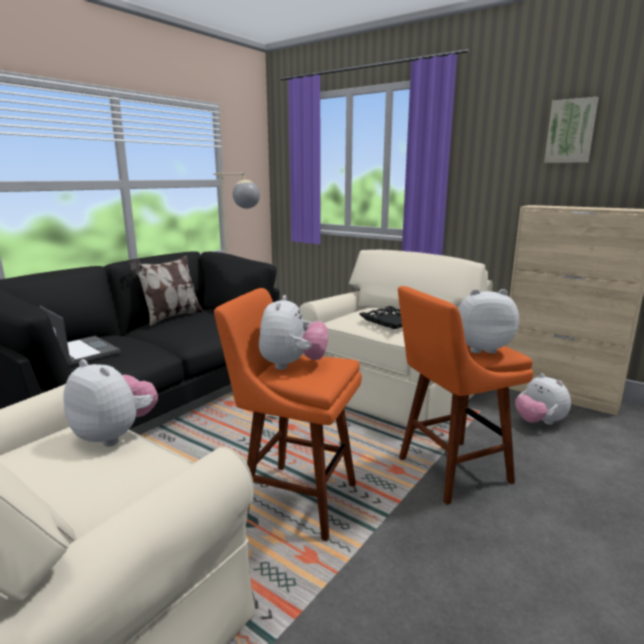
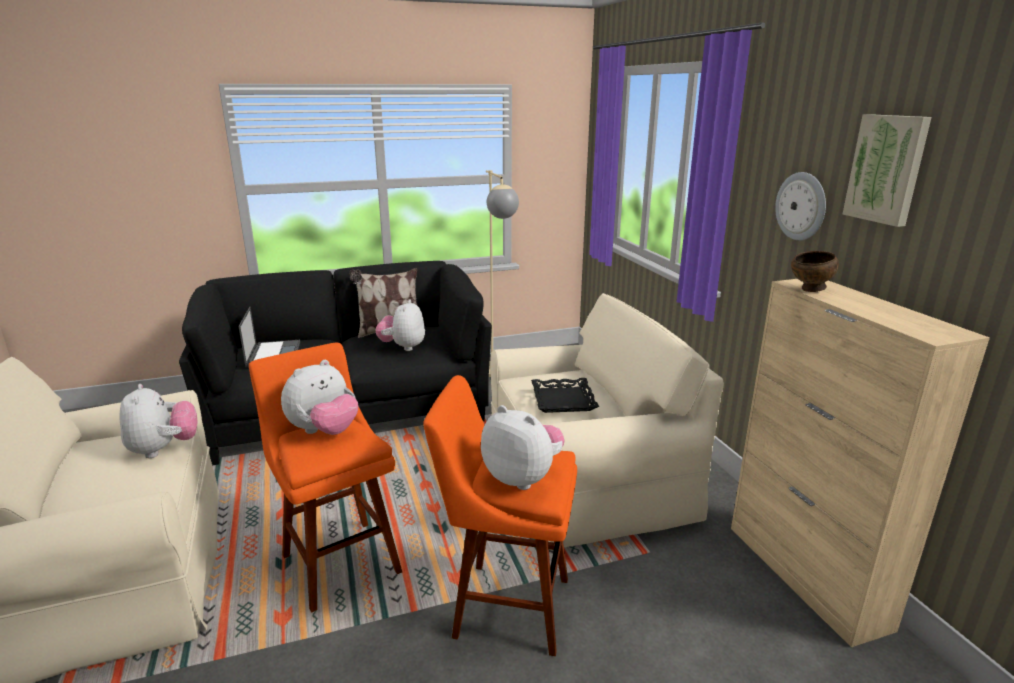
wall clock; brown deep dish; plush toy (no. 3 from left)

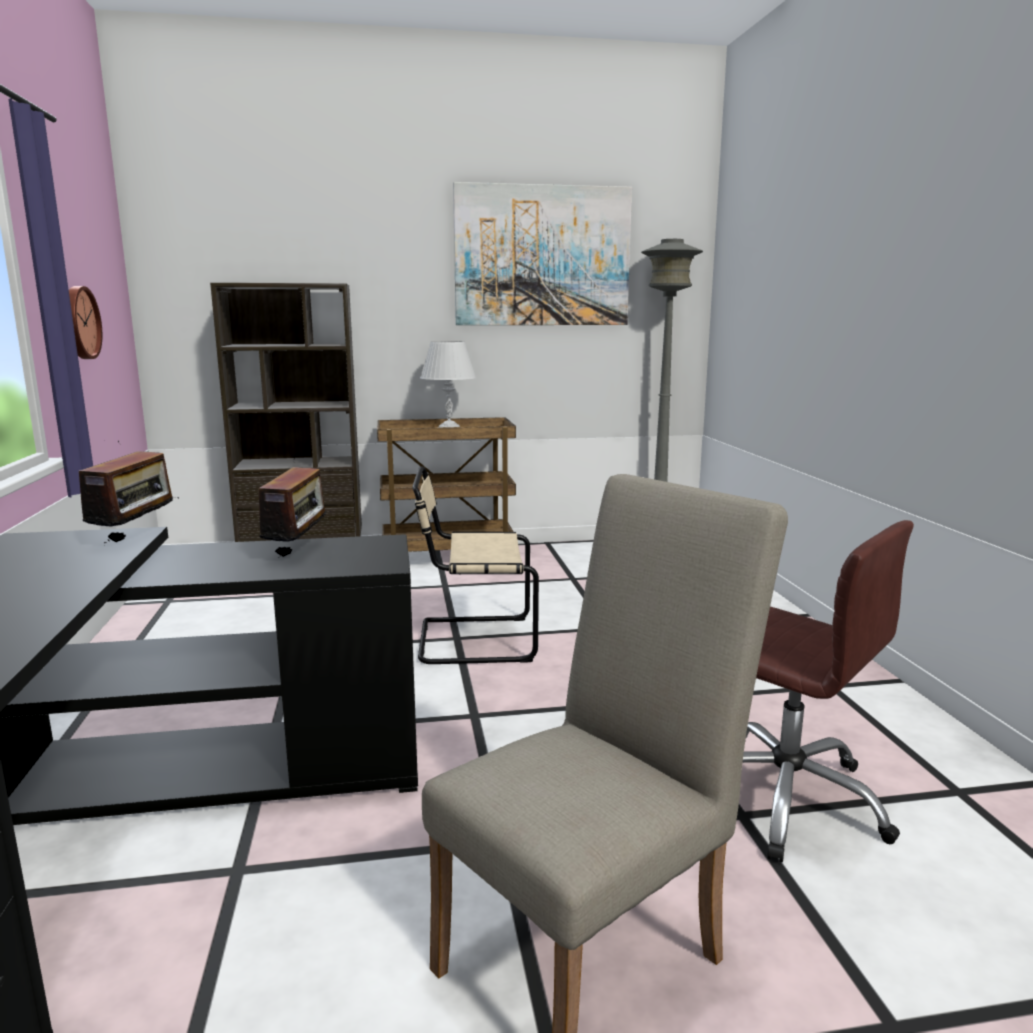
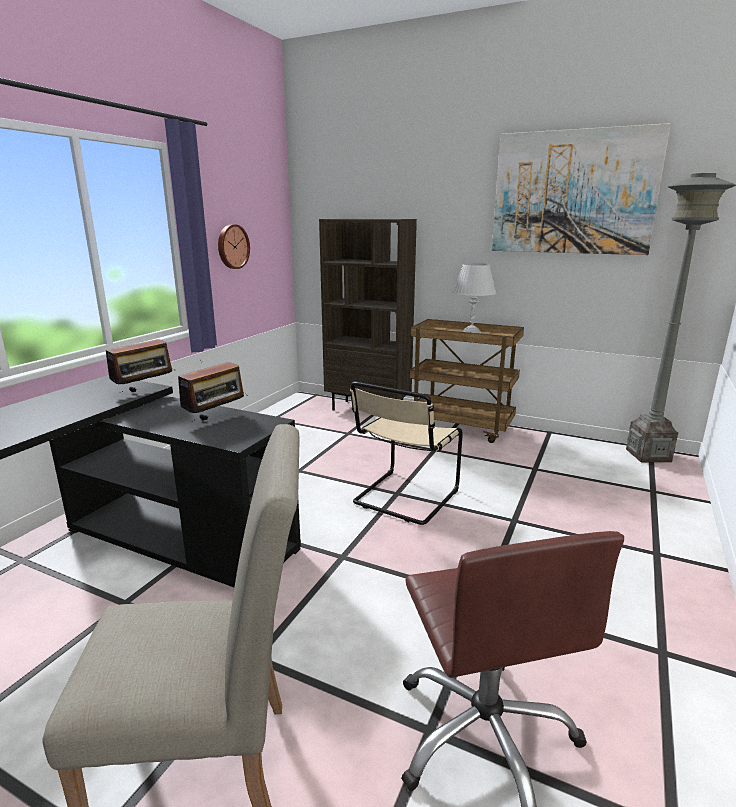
beige plain chair (no. 2 from left)

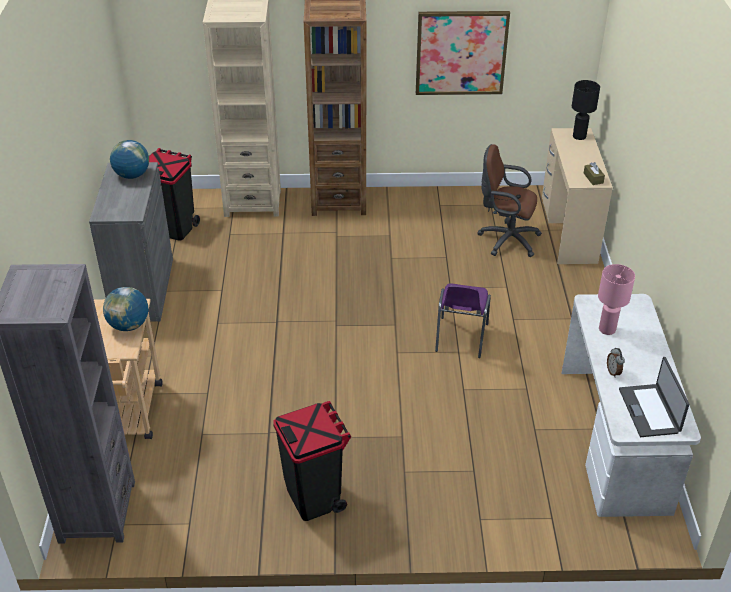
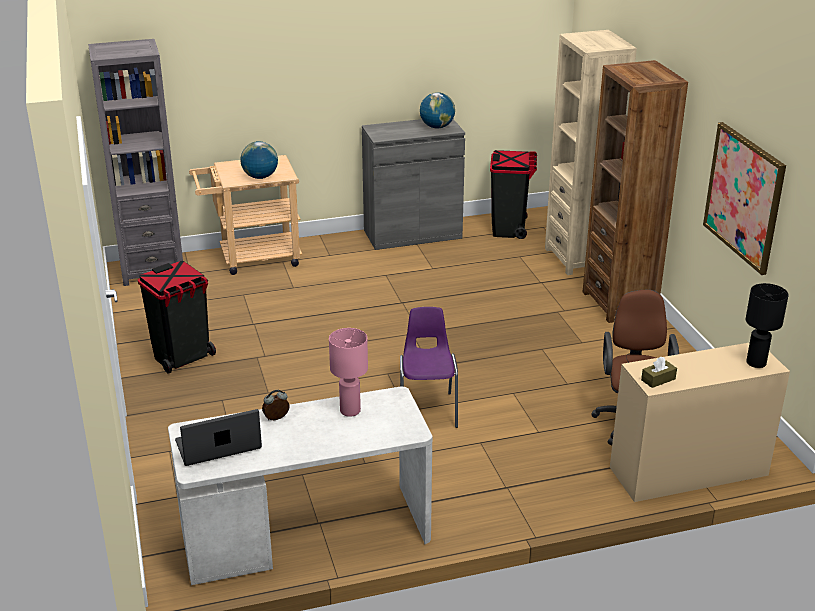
purplish plain chair

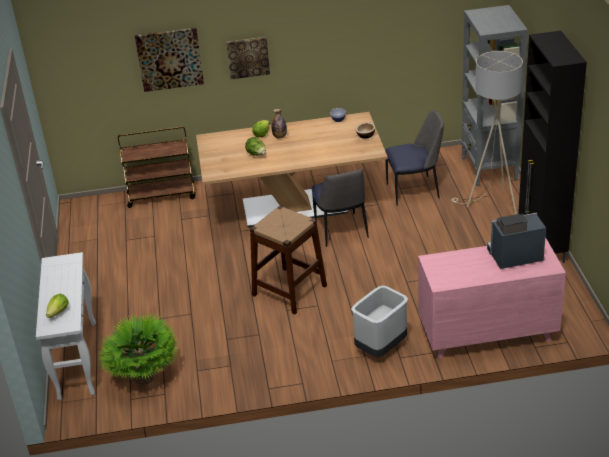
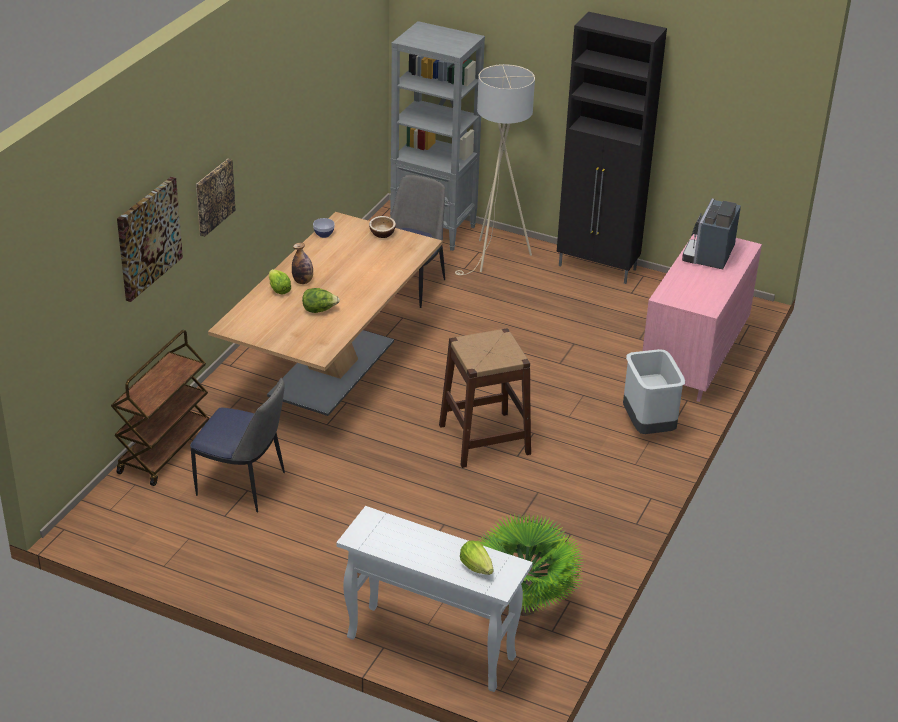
plain chair (no. 1 from left)

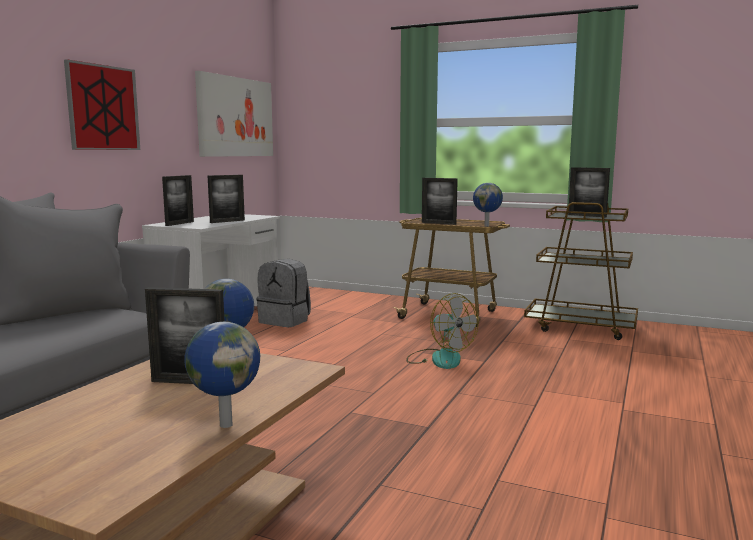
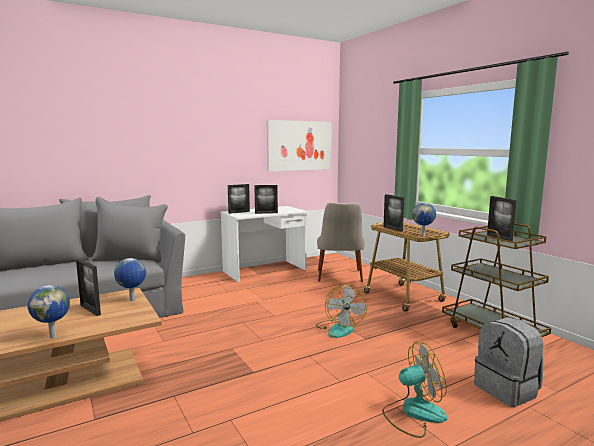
wall art (no. 1 from left in the first image); beige plain chair; fan (no. 2 from left); greyish rucksack

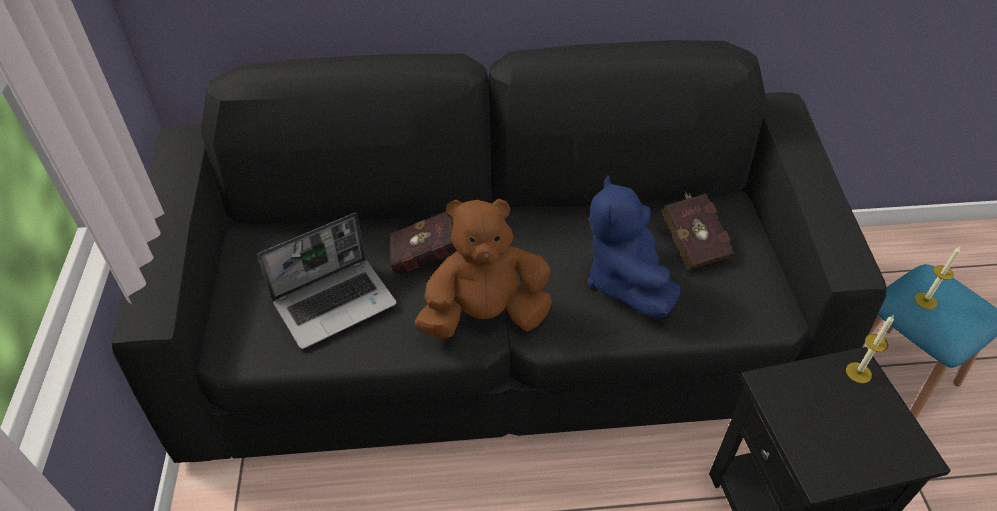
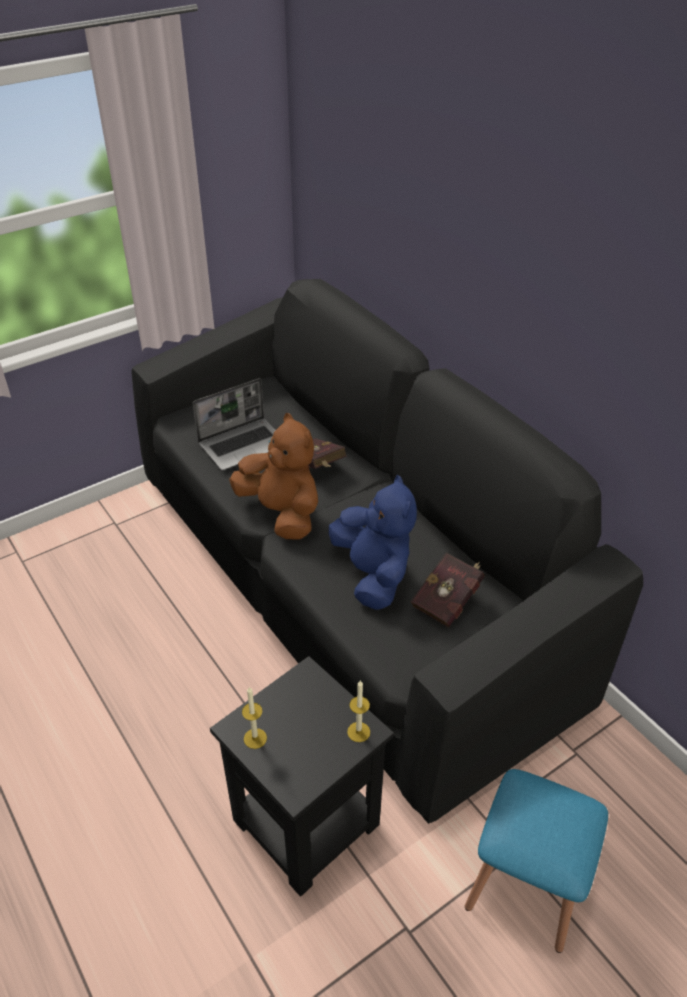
wax light (no. 1 from left); portable computer; bluish plush toy

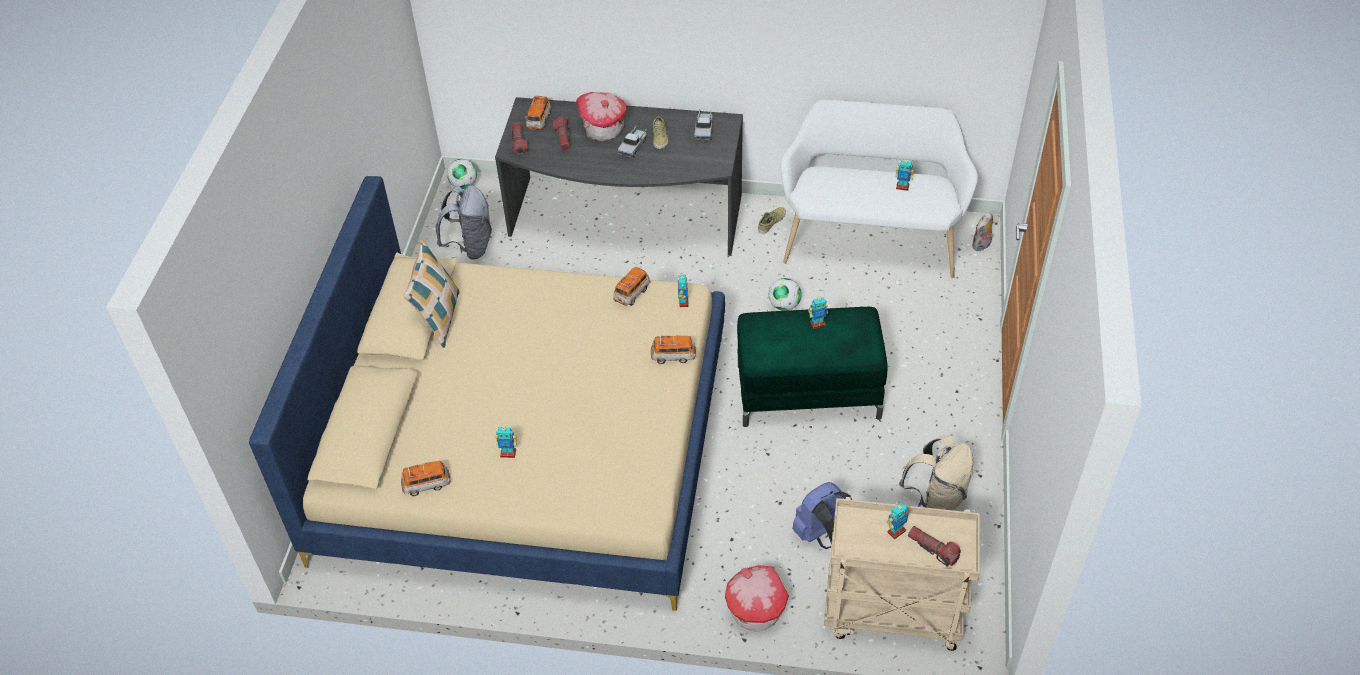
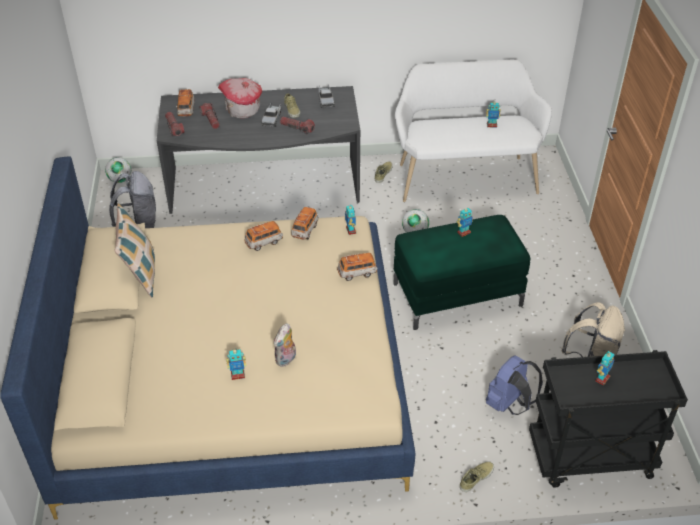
miniature car (no. 2 from left); torch (no. 3 from left); plush toy; beige low shoe (no. 3 from left); black cart

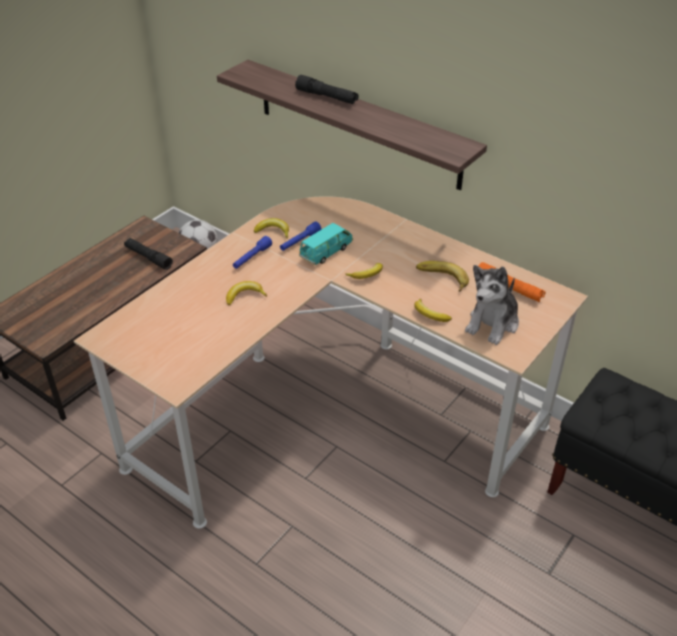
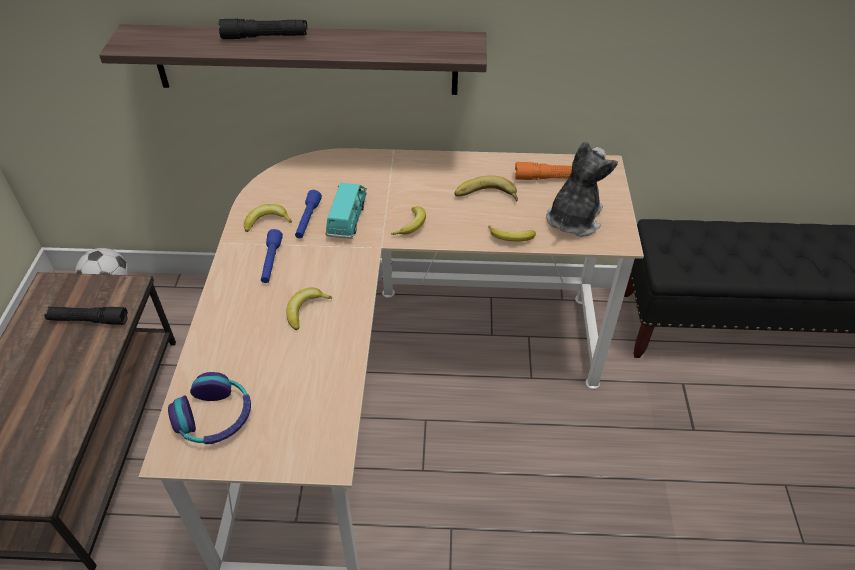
pair of headphones; plush toy

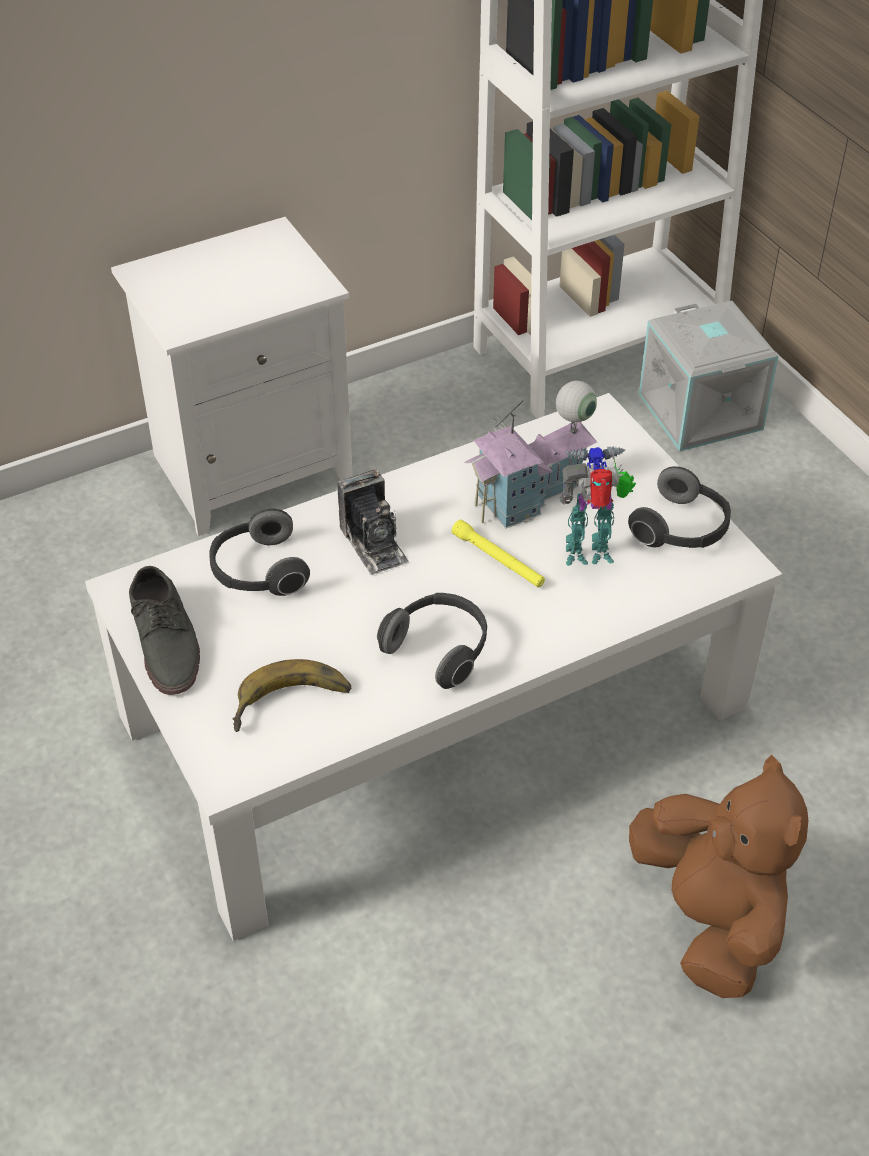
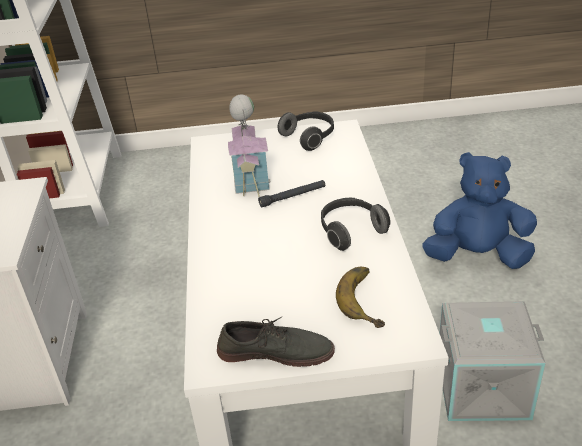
pair of headphones (no. 1 from left in the first image); still camera; robot figure; greyish storage container; black torch; bluish plush toy

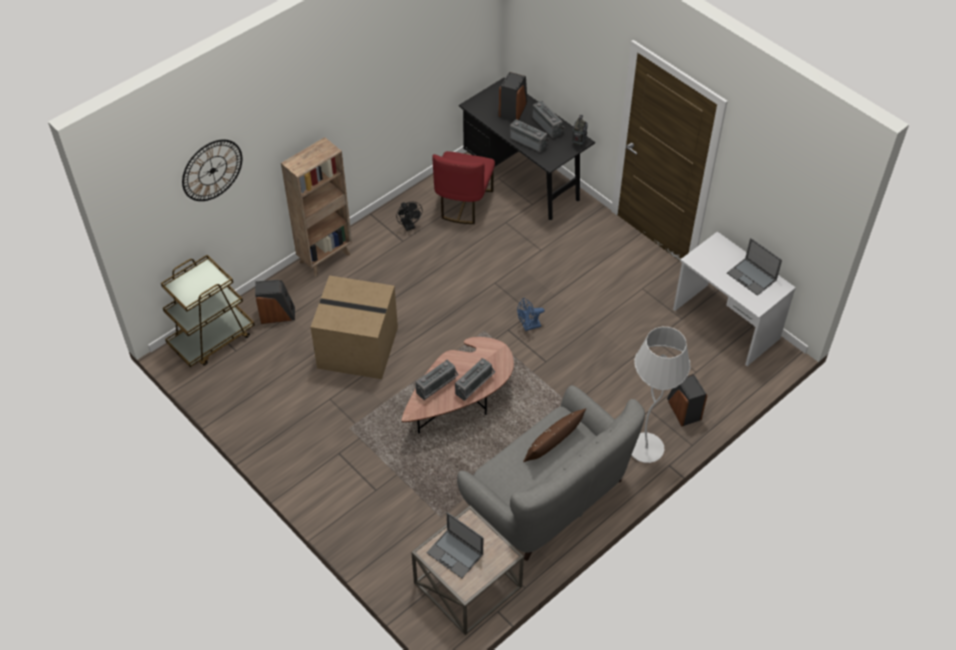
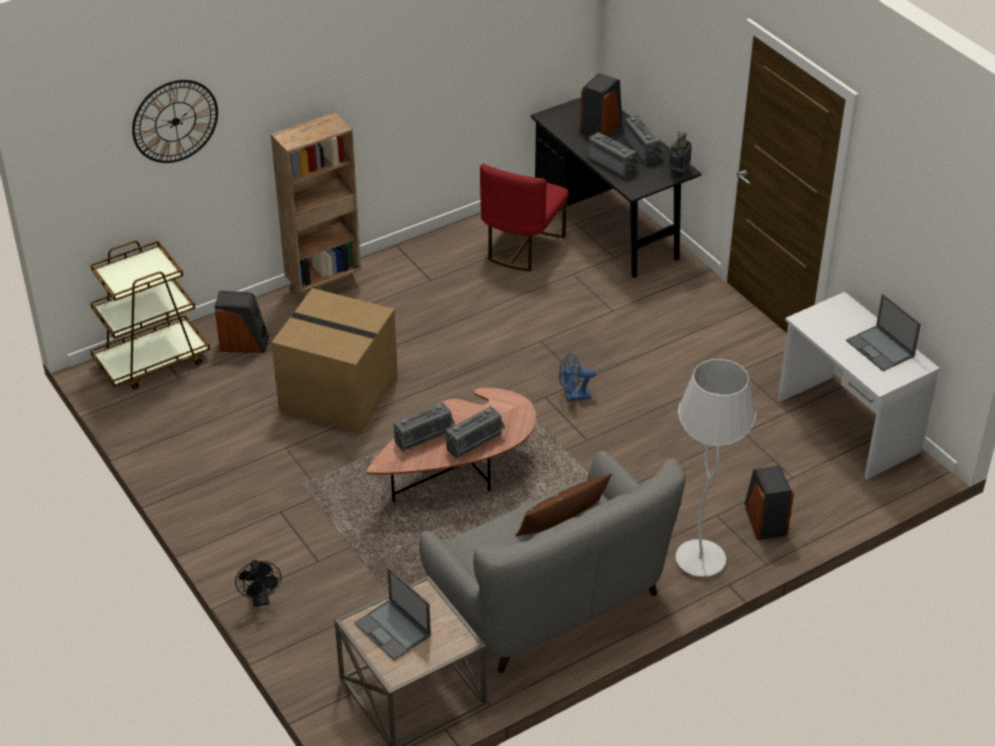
black fan

